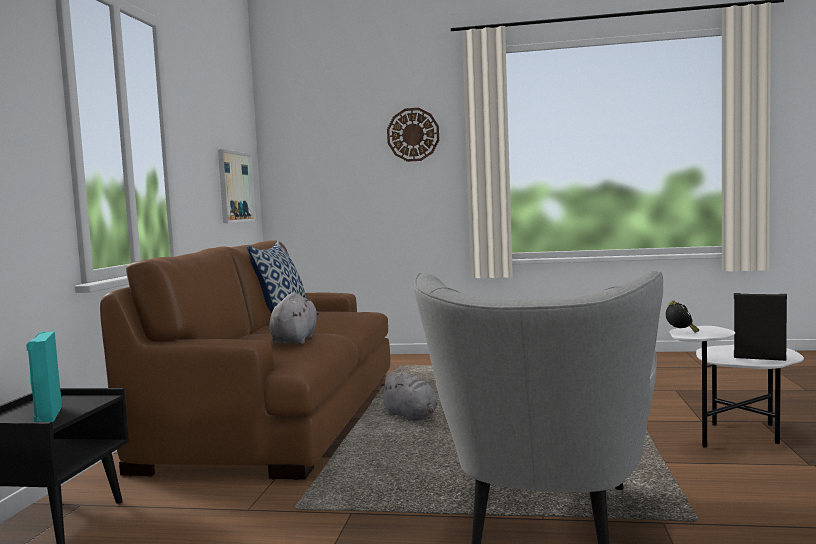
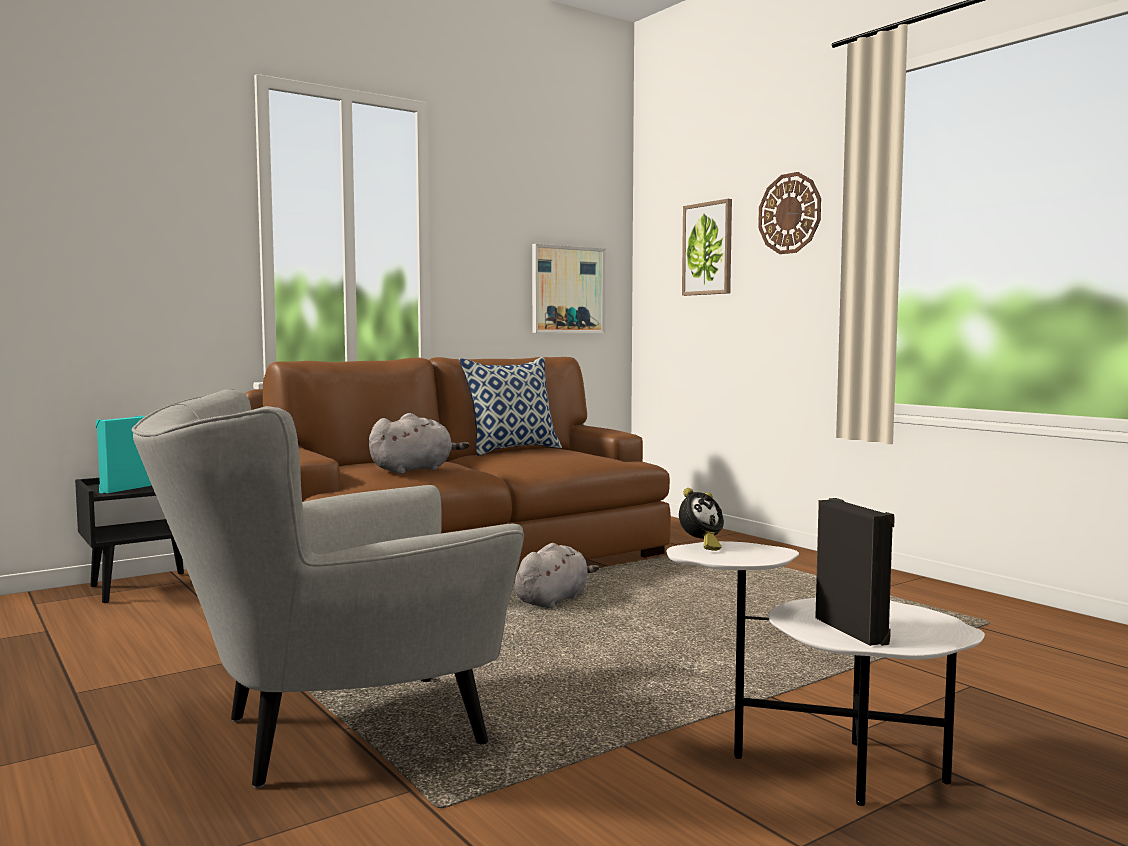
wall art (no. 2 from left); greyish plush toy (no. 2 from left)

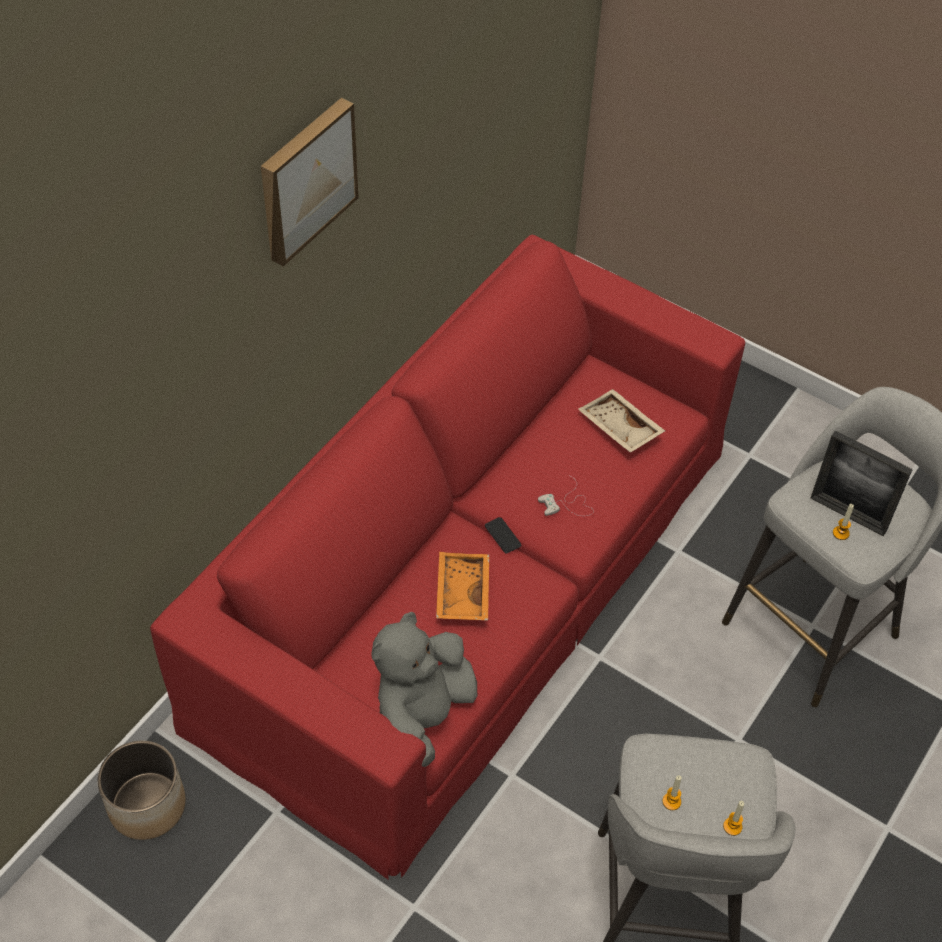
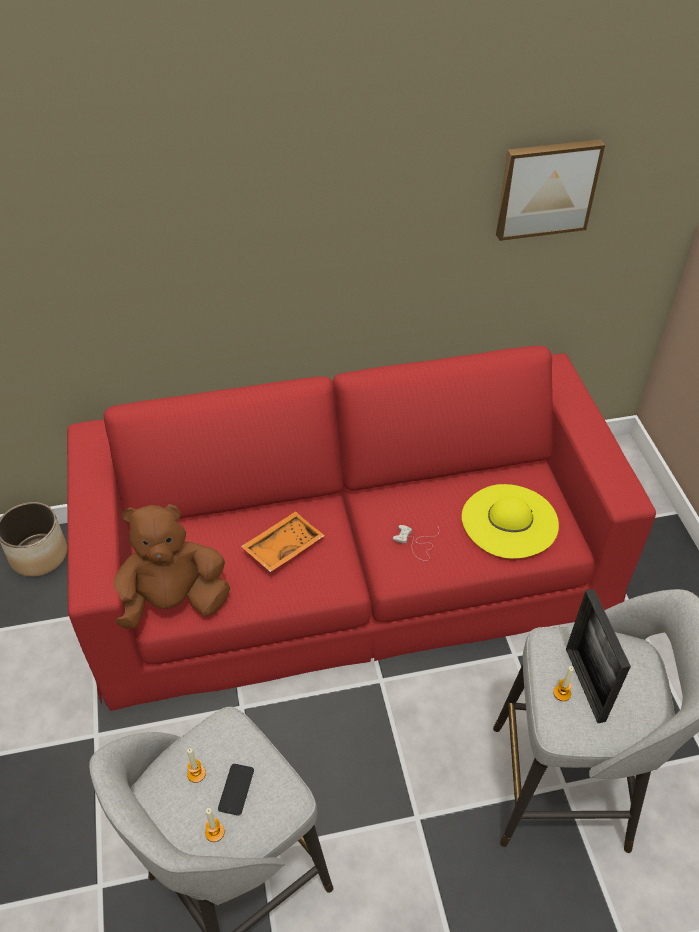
wall art; telephone; yellow-coloured clothing hat; brown plush toy

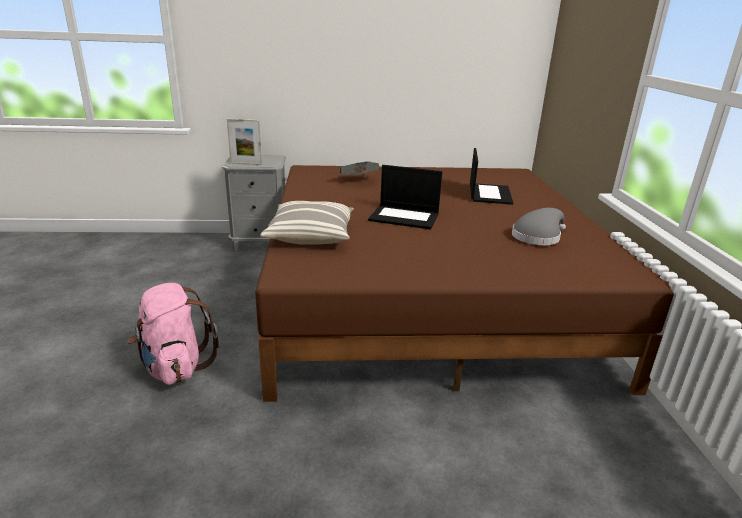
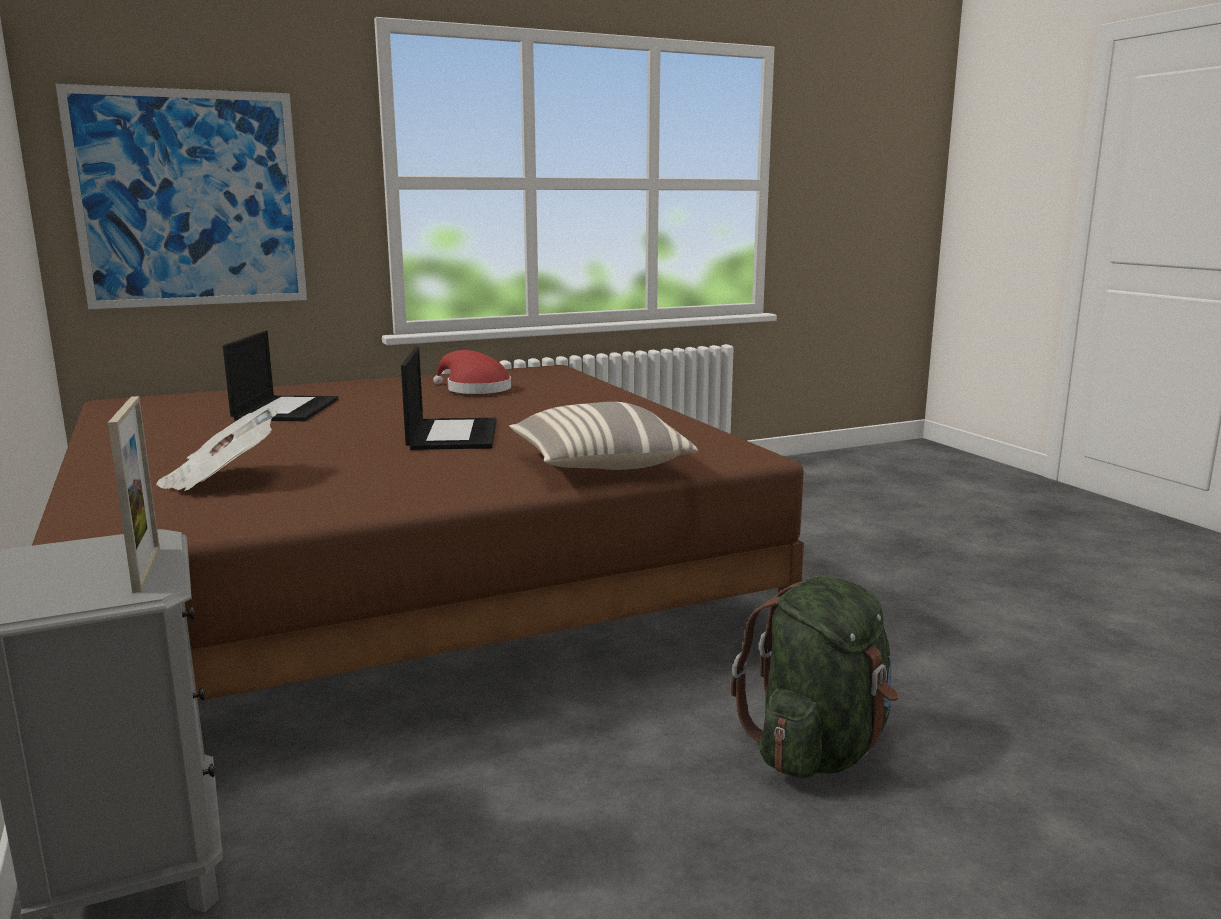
wall art; green rucksack; reddish clothing hat; portable computer (no. 1 from left)

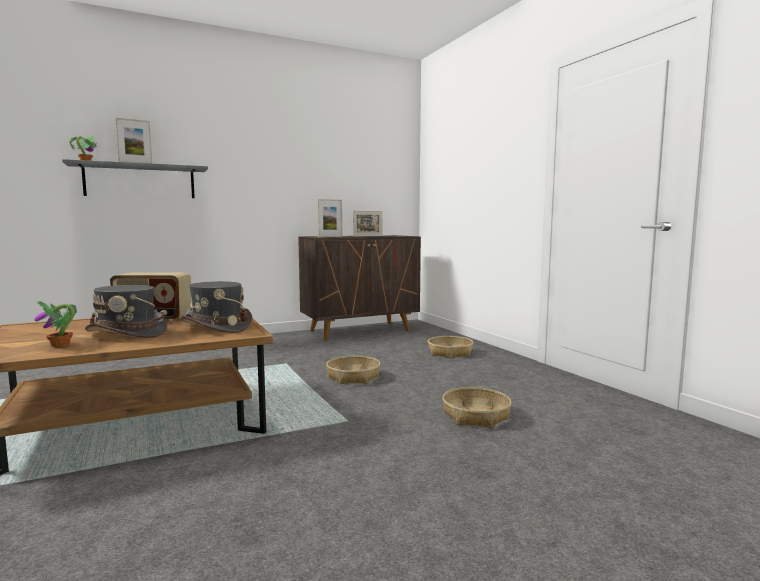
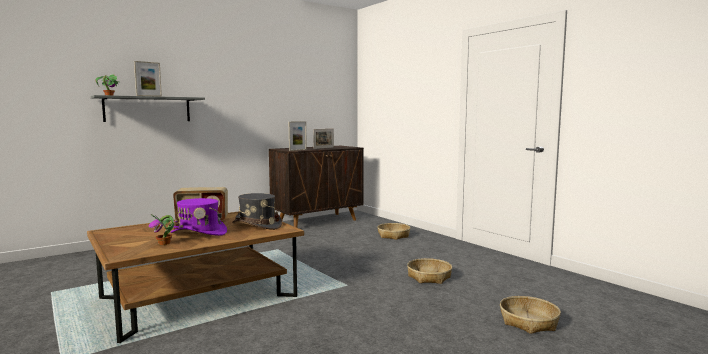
storage basket (no. 3 from left); purplish clothing hat

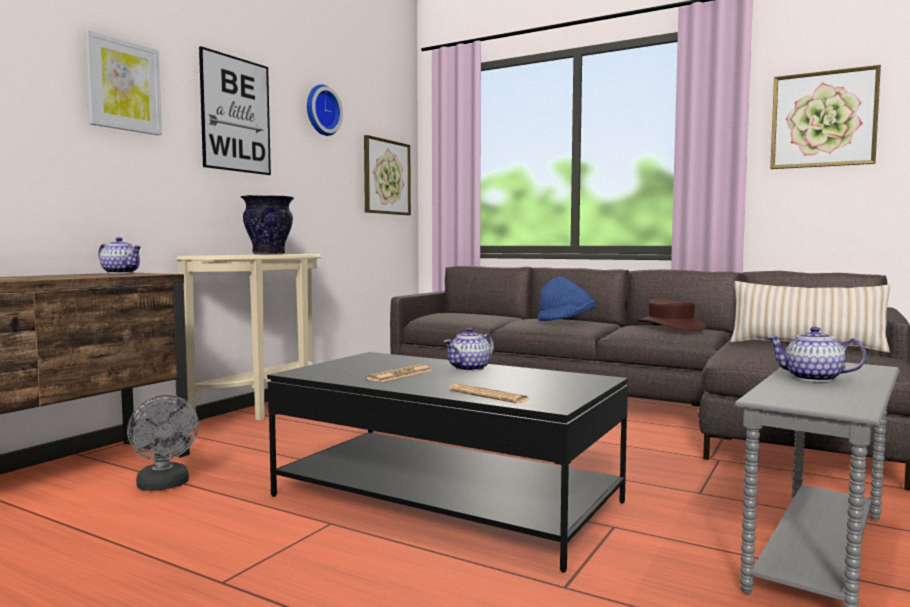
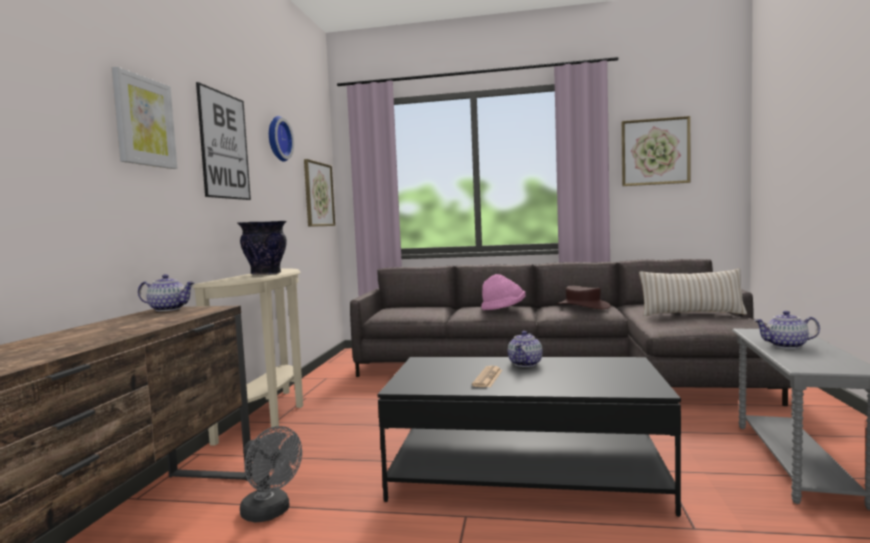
newspaper (no. 2 from left in the first image); pink-coloured clothing hat

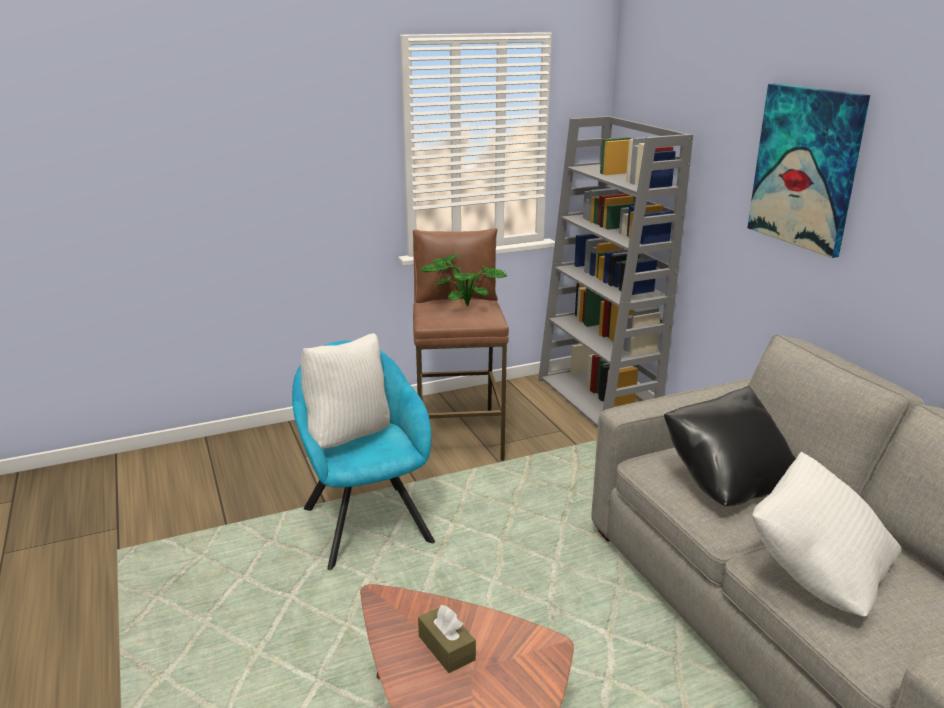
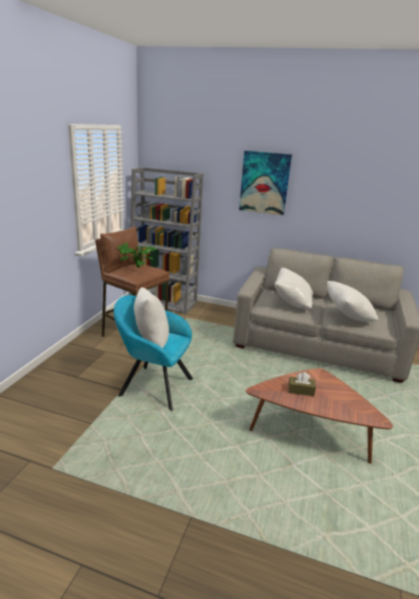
whitish throw pillow (no. 2 from left)

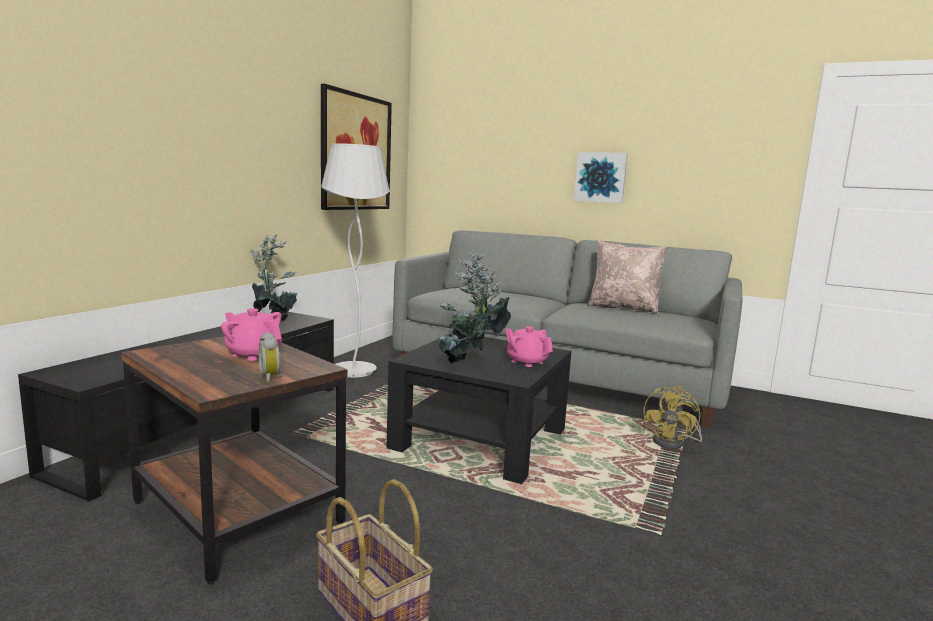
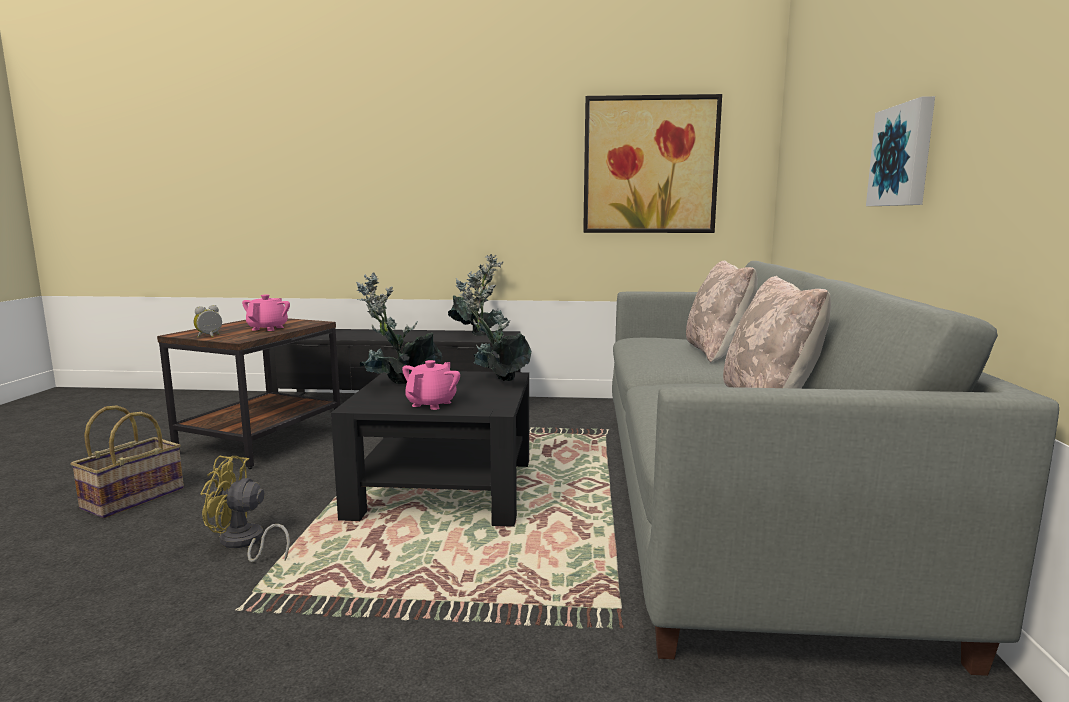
whitish floor lamp; beige throw pillow (no. 1 from left); yellow-coloured fan

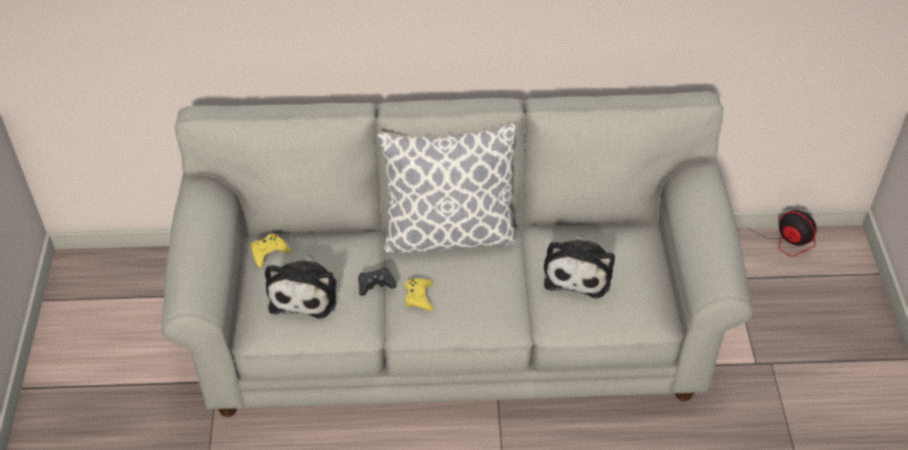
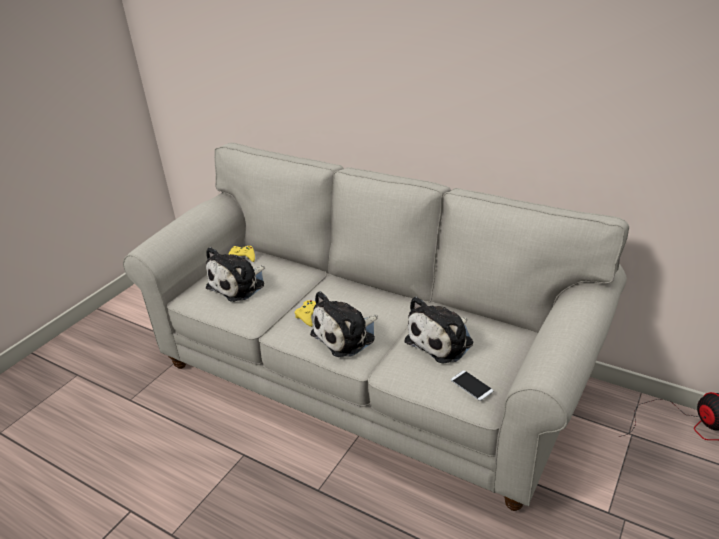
black joypad; throw pillow; plush toy (no. 2 from left); telephone

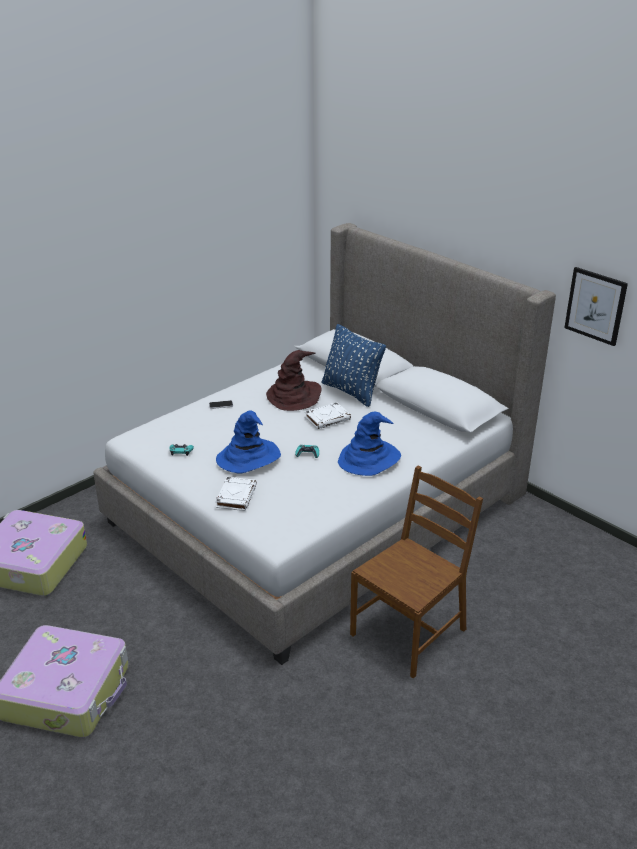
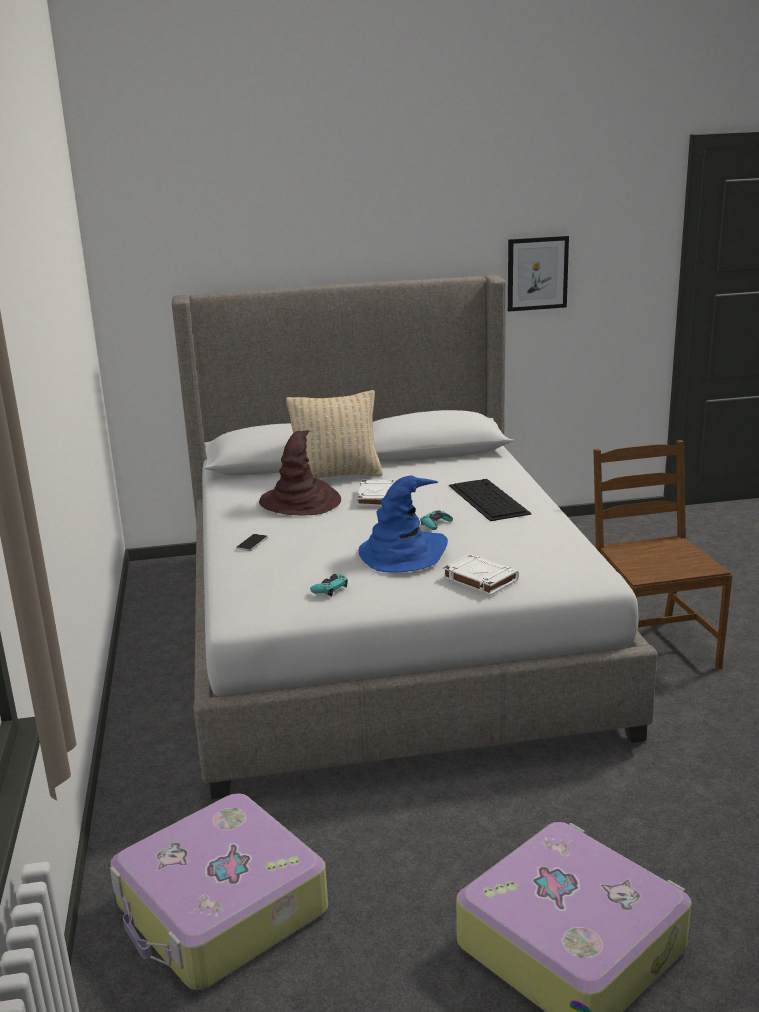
computer keyboard; beige throw pillow

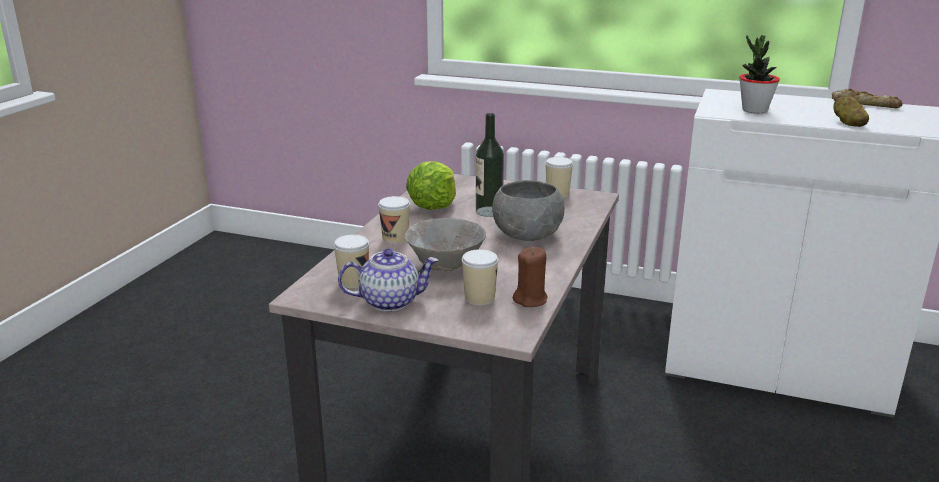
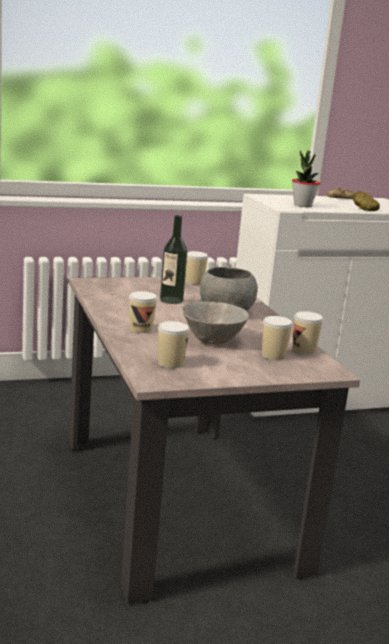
tea pot; head of lettuce; cup (no. 5 from left)

